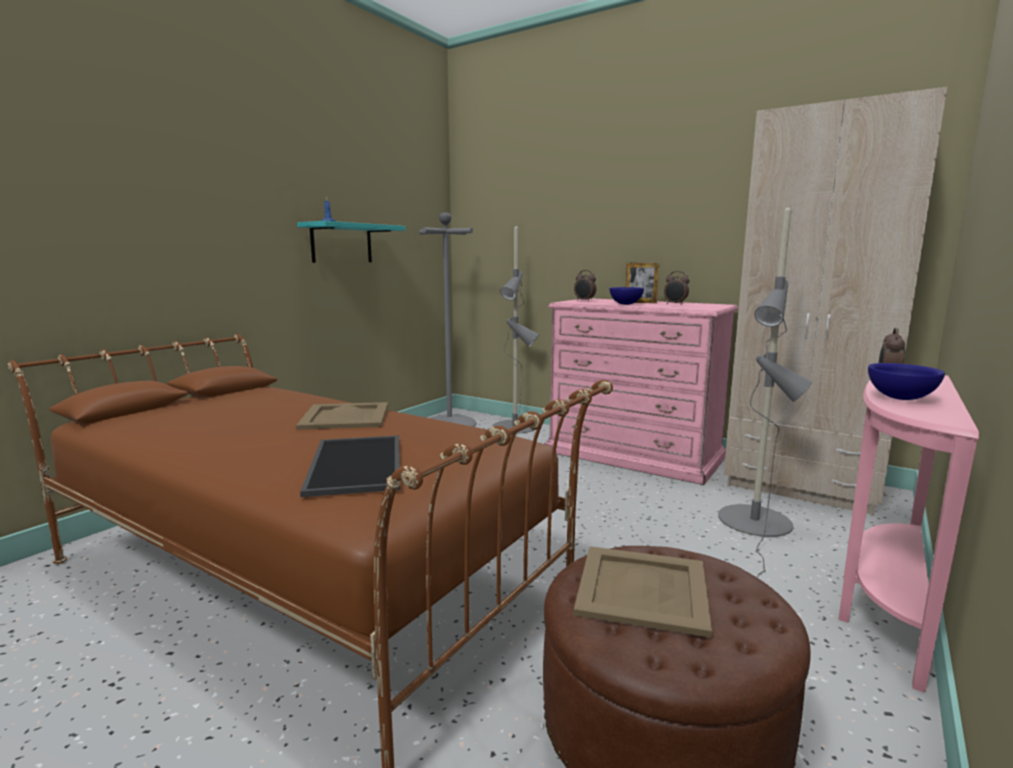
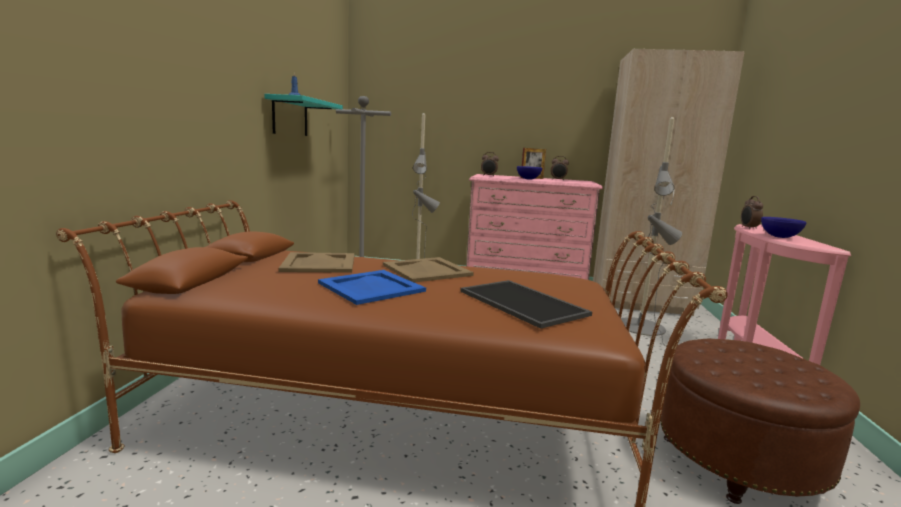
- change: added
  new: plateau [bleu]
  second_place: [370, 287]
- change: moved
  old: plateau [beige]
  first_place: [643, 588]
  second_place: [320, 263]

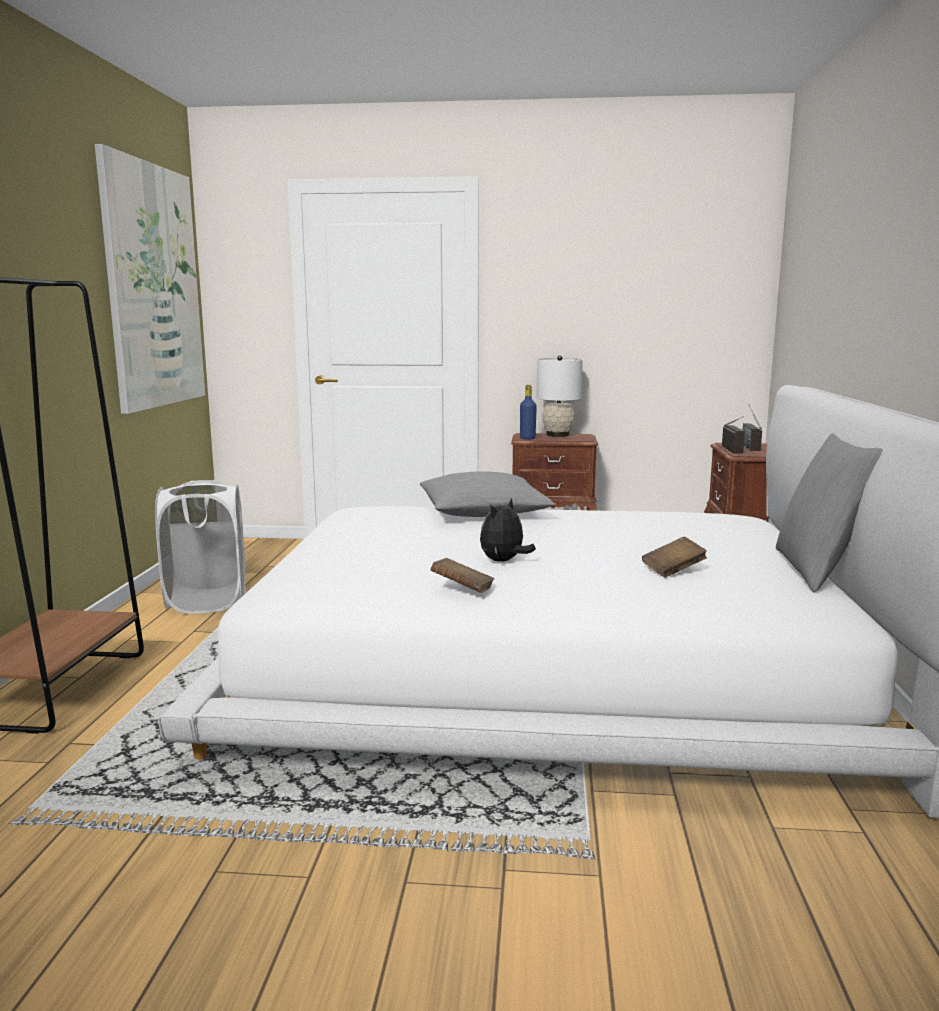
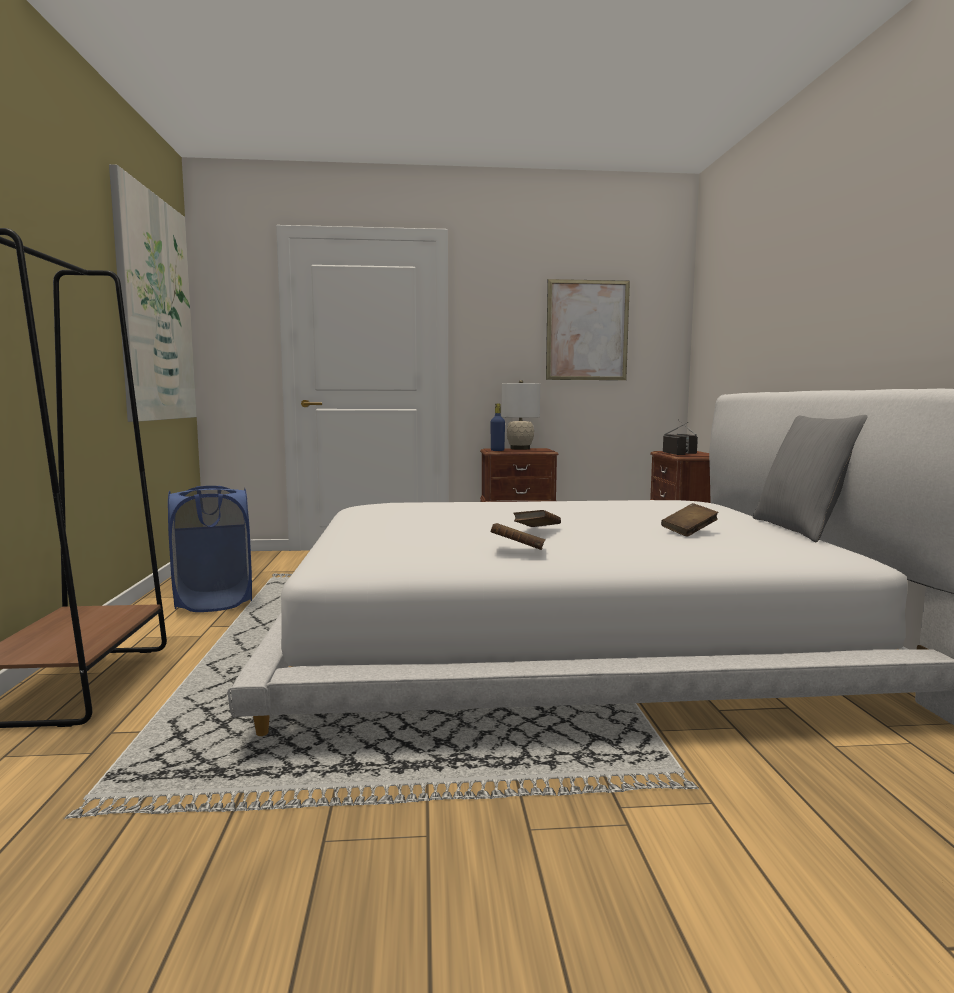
- change: removed
  old: coussin [gris]
  first_place: [483, 513]
- change: added
  new: tableau
  second_place: [587, 330]
- change: replaced
  old: peluche
  new: livre [marron]
  first_place: [504, 561]
  second_place: [537, 531]
- change: recoloured
  old: panier à linge [blanc]
  new: panier à linge [bleu]
  first_place: [207, 601]
  second_place: [214, 602]

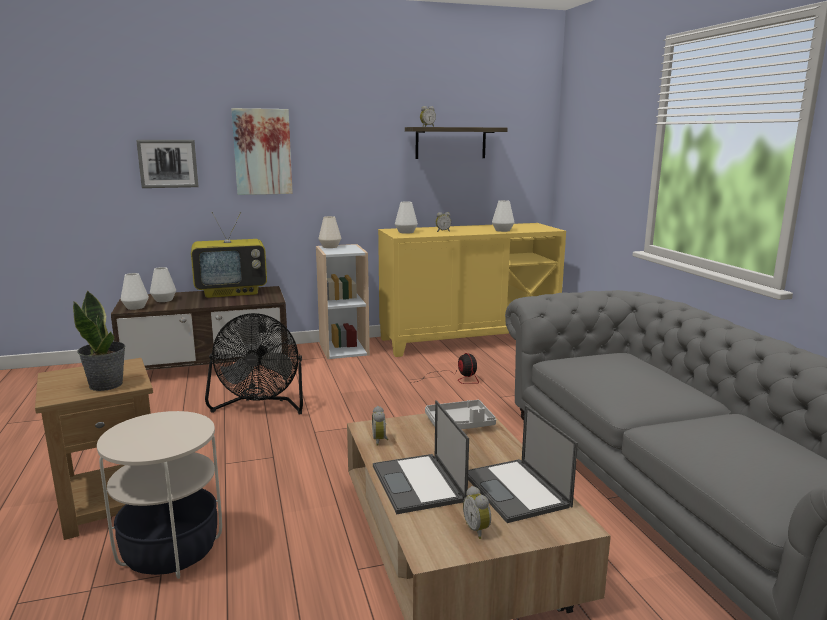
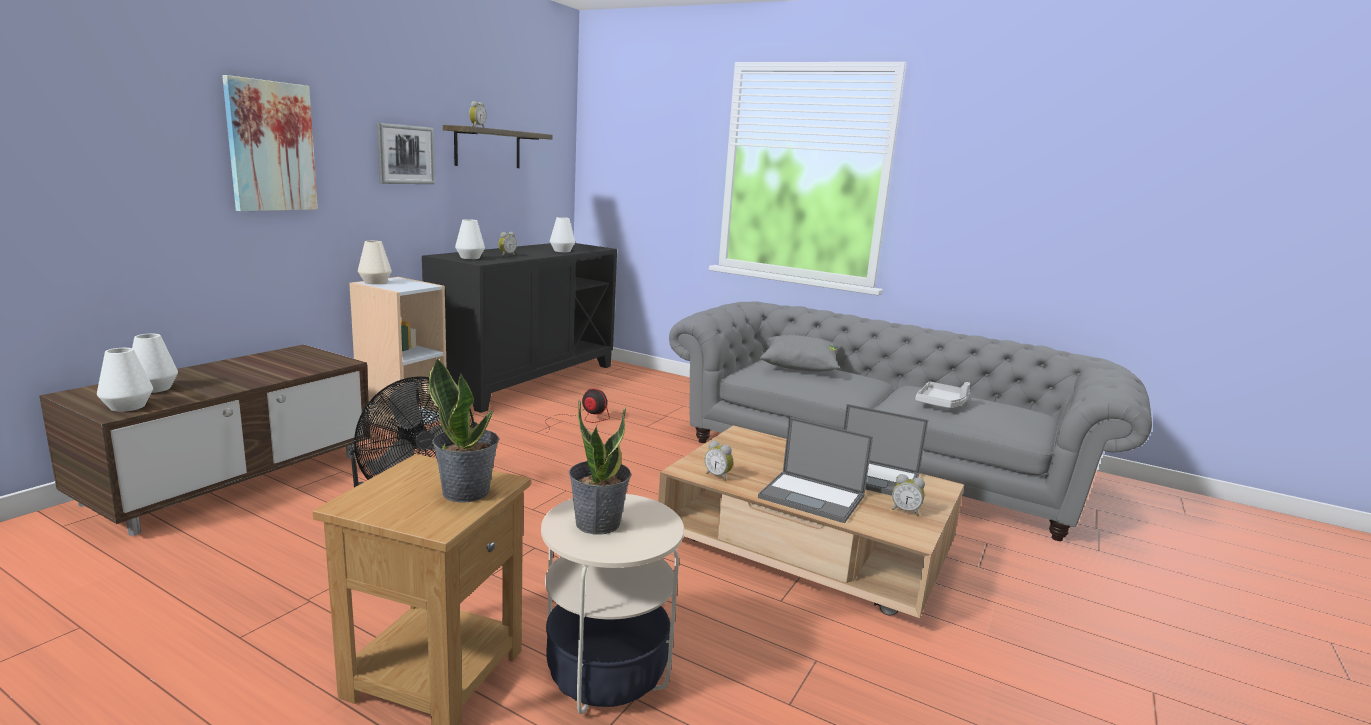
- change: removed
  old: téléviseur
  first_place: [232, 292]
- change: added
  new: plante en pot
  second_place: [597, 523]
- change: added
  new: coussin [gris]
  second_place: [800, 366]
- change: moved
  old: tableau
  first_place: [168, 163]
  second_place: [405, 154]
- change: moved
  old: plateau [gris]
  first_place: [460, 424]
  second_place: [941, 403]
- change: recoloured
  old: meuble de rangement [jaune]
  new: meuble de rangement [noir]
  first_place: [468, 339]
  second_place: [527, 380]

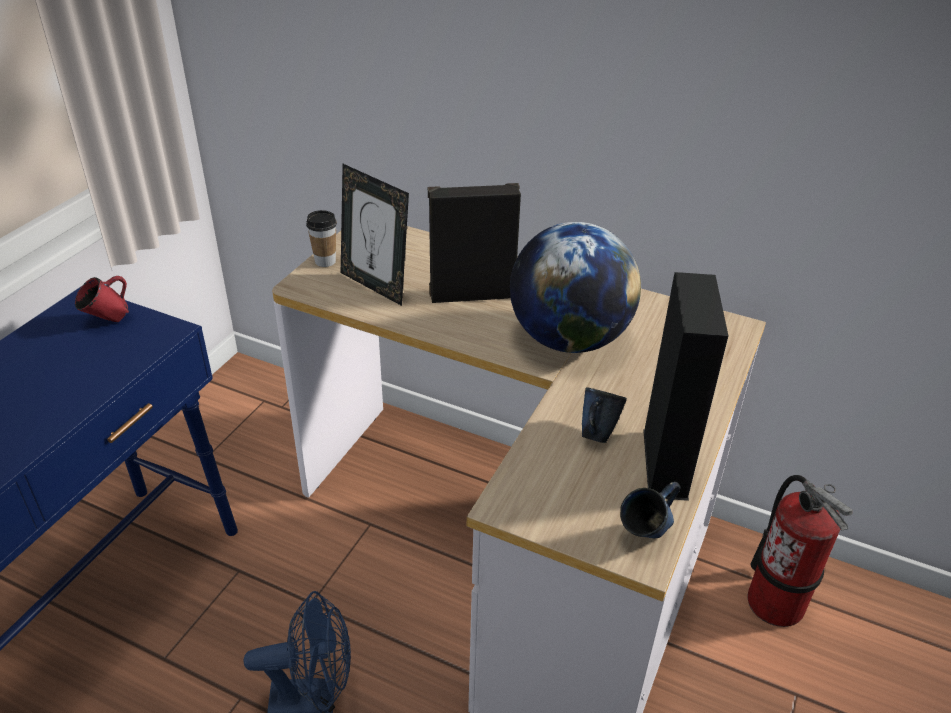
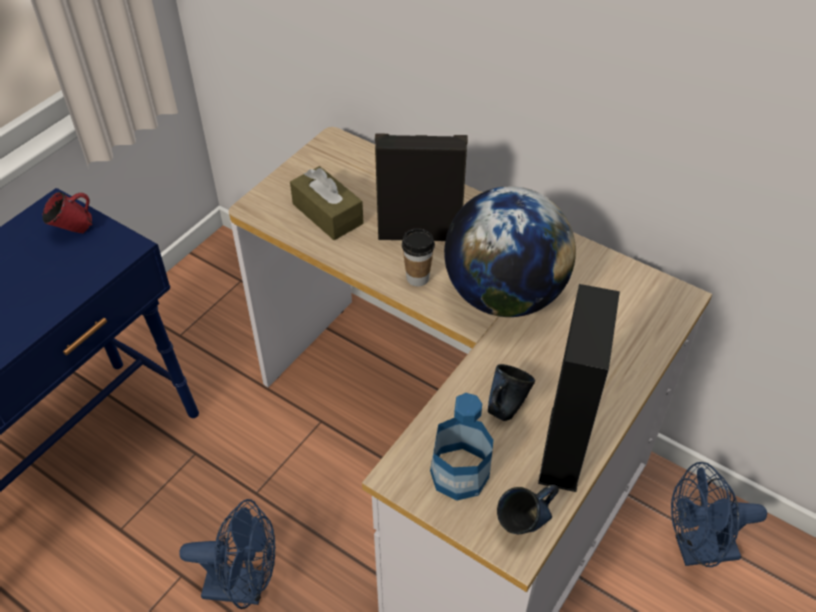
- change: added
  new: bouteille
  second_place: [459, 474]
- change: moved
  old: tasse
  first_place: [325, 261]
  second_place: [417, 278]
- change: replaced
  old: cadre photo
  new: boîte à mouchoirs [marron]
  first_place: [375, 285]
  second_place: [327, 214]
- change: replaced
  old: extincteur
  new: ventilateur [bleu]
  first_place: [776, 602]
  second_place: [697, 550]

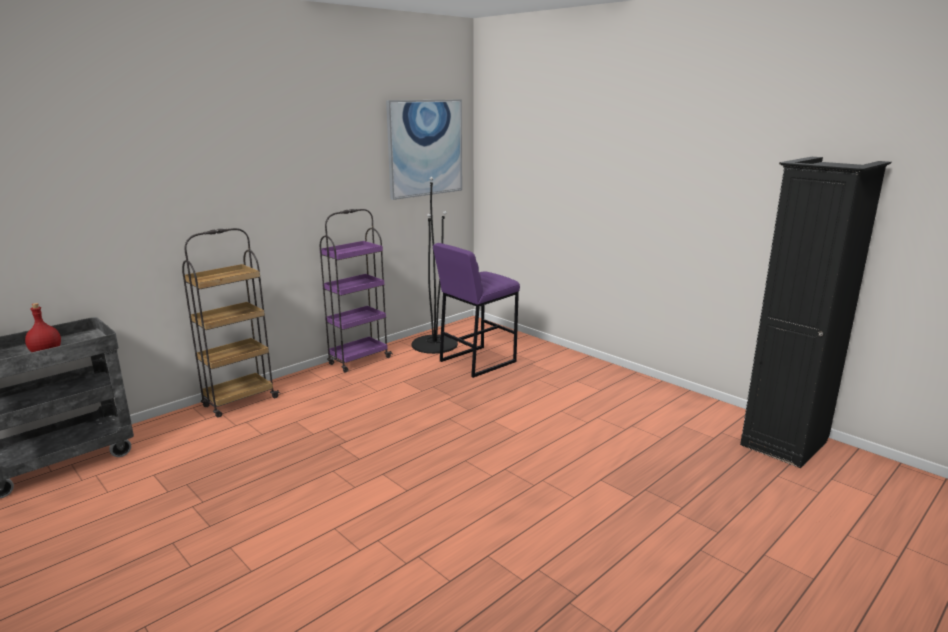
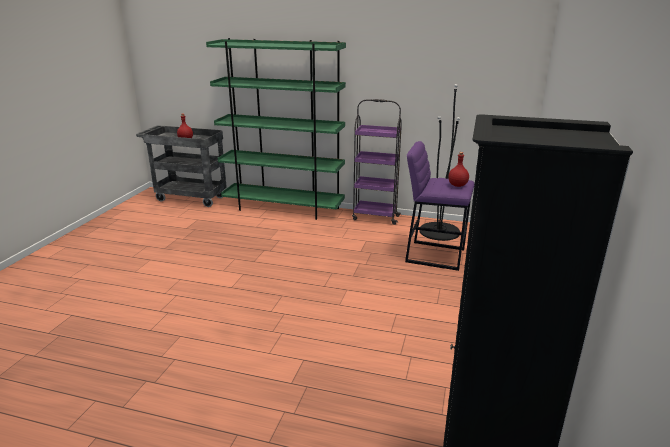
- change: removed
  old: tableau
  first_place: [425, 148]
- change: added
  new: bouteille [rouge]
  second_place: [457, 185]
- change: replaced
  old: chariot [marron]
  new: bibliothèque [vert]
  first_place: [240, 402]
  second_place: [283, 208]

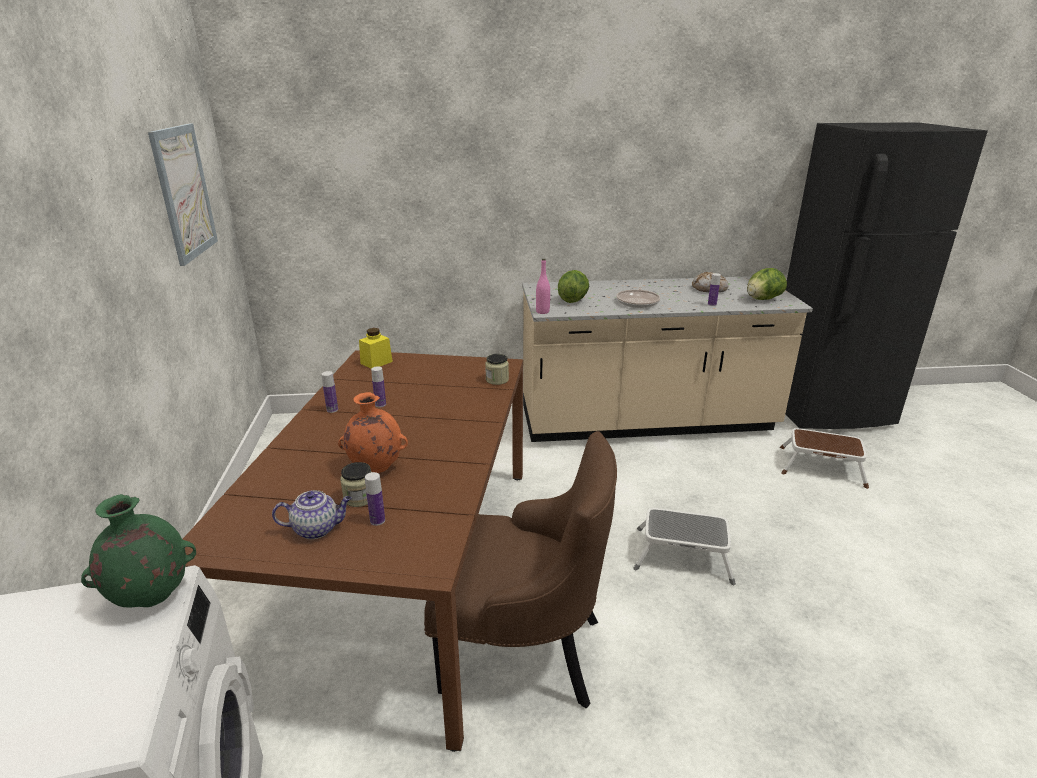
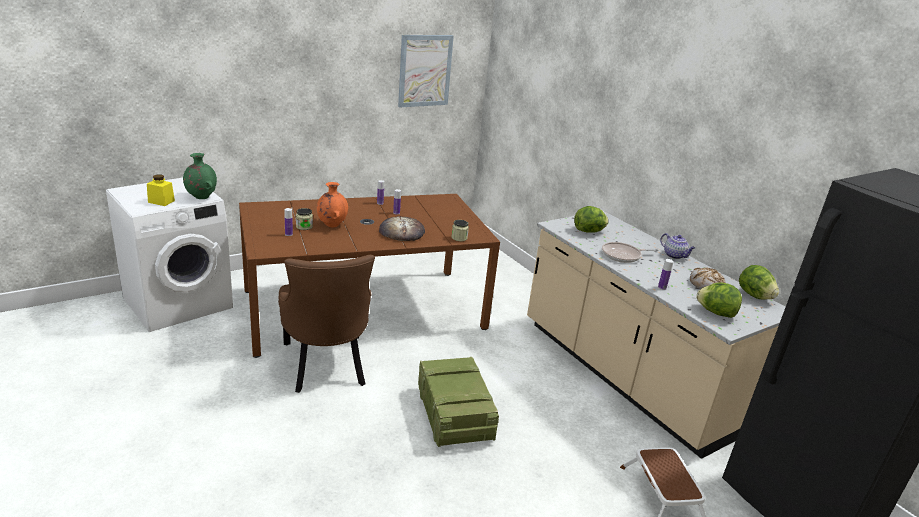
- change: removed
  old: bouteille [rose]
  first_place: [542, 312]
- change: added
  new: pain
  second_place: [402, 232]
- change: added
  new: laitue
  second_place: [754, 296]
- change: moved
  old: théière
  first_place: [317, 529]
  second_place: [674, 256]
- change: moved
  old: bocal [jaune]
  first_place: [376, 362]
  second_place: [161, 201]
- change: replaced
  old: escabeau [gris]
  new: caisse
  first_place: [683, 555]
  second_place: [454, 416]

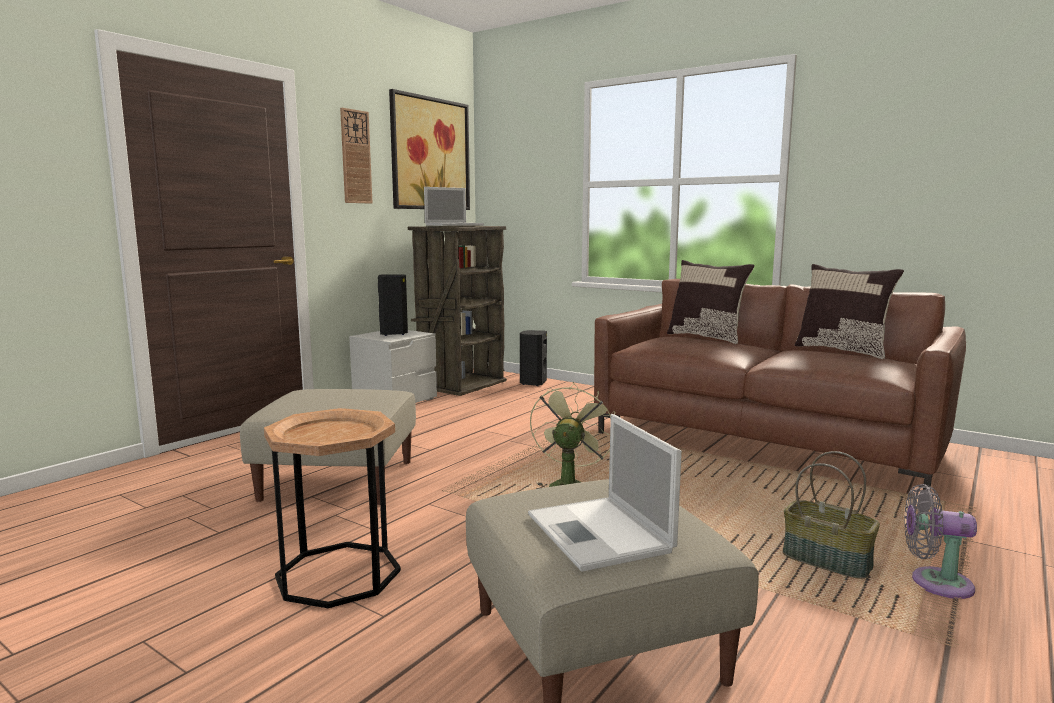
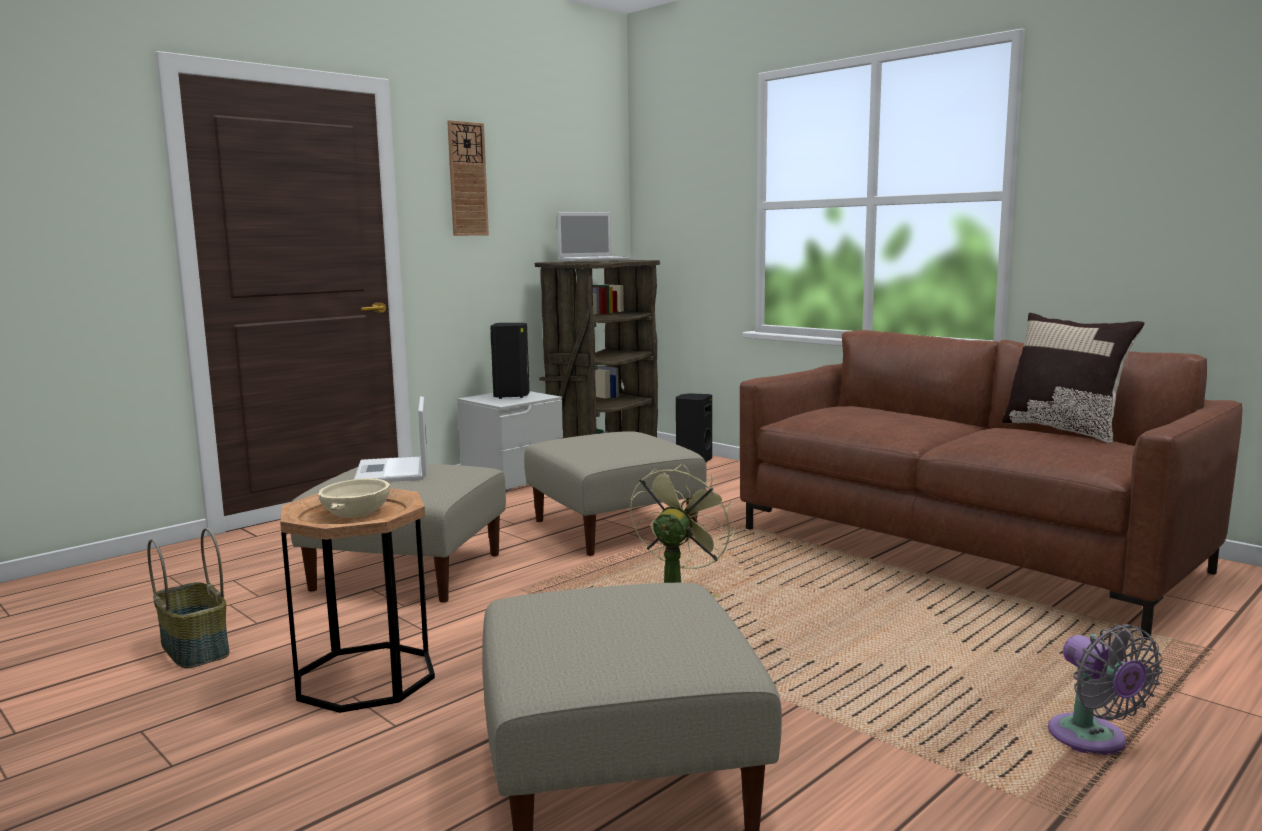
- change: removed
  old: tableau
  first_place: [430, 154]
- change: removed
  old: coussin
  first_place: [706, 337]
- change: added
  new: bol [beige]
  second_place: [356, 512]
- change: added
  new: pouf [beige]
  second_place: [615, 528]
- change: moved
  old: ordinateur portable
  first_place: [600, 534]
  second_place: [393, 471]
- change: moved
  old: panier
  first_place: [827, 560]
  second_place: [196, 648]
- change: turned
  old: ventilateur [gris]
  first_place: [934, 582]
  second_place: [1092, 740]
  degrees: -135

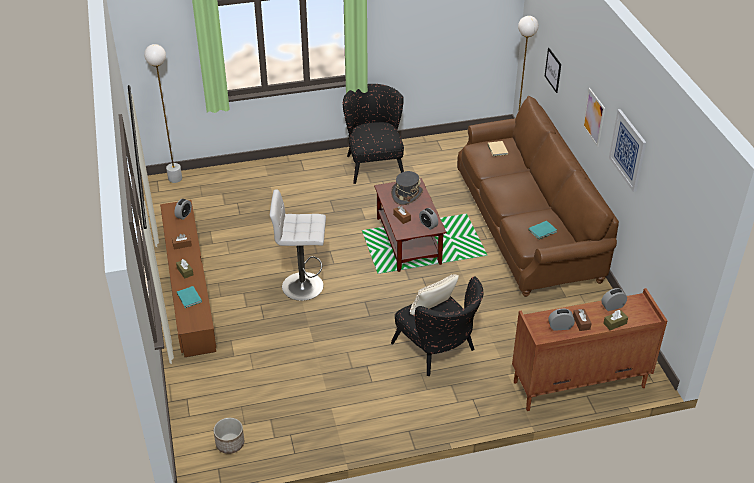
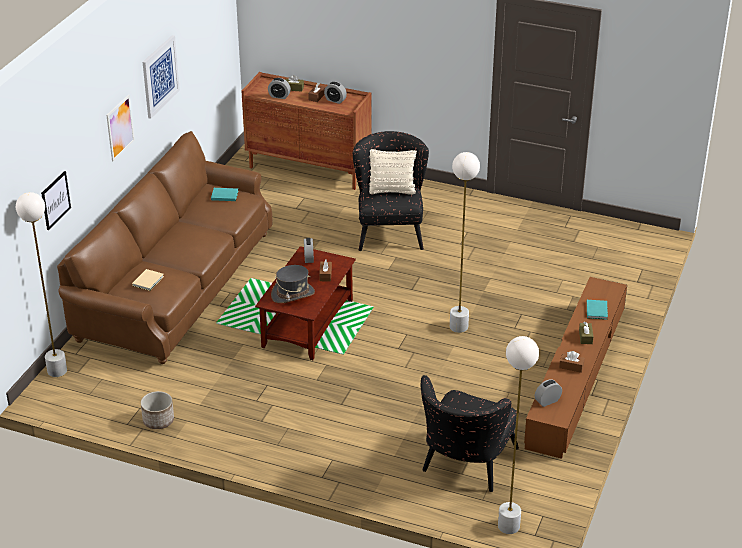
- change: moved
  old: cache-pot
  first_place: [230, 443]
  second_place: [158, 420]
- change: moved
  old: fauteuil [noir]
  first_place: [374, 162]
  second_place: [465, 466]
- change: replaced
  old: tabouret [blanc]
  new: lampadaire [blanc]
  first_place: [302, 286]
  second_place: [458, 327]

